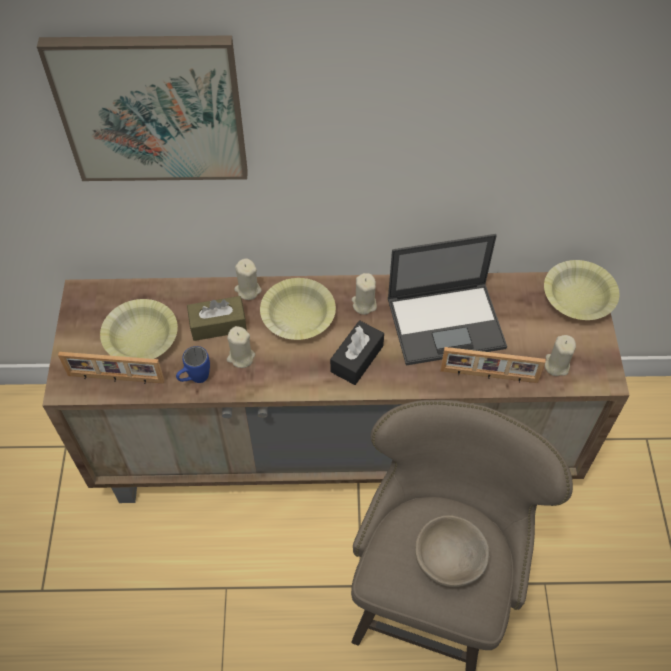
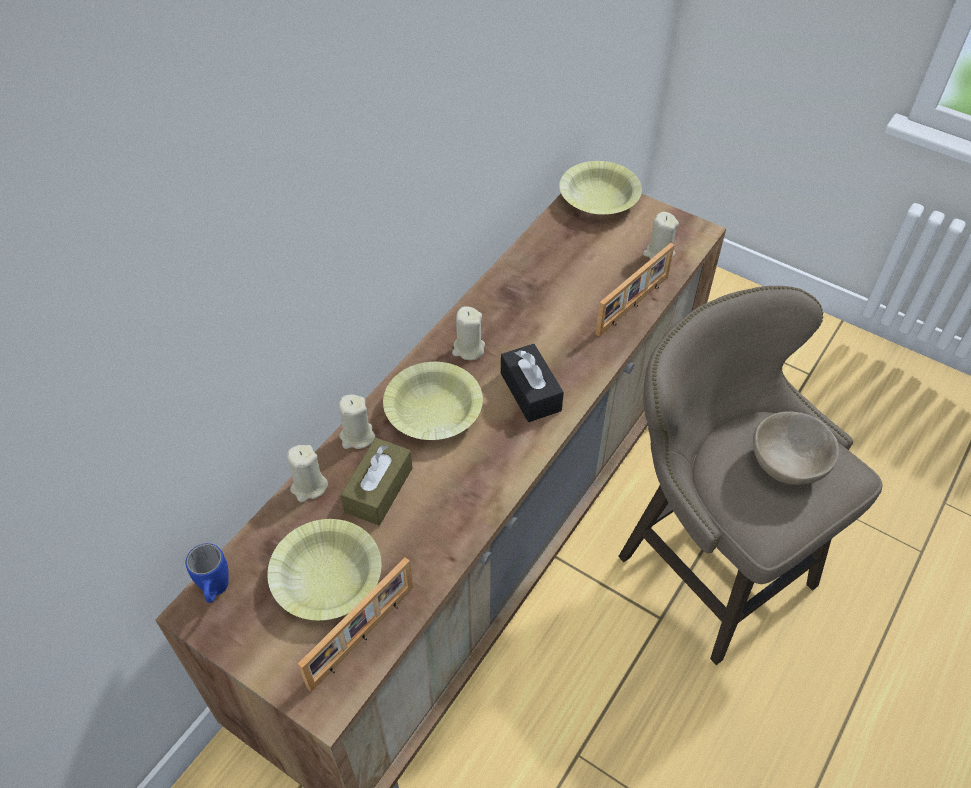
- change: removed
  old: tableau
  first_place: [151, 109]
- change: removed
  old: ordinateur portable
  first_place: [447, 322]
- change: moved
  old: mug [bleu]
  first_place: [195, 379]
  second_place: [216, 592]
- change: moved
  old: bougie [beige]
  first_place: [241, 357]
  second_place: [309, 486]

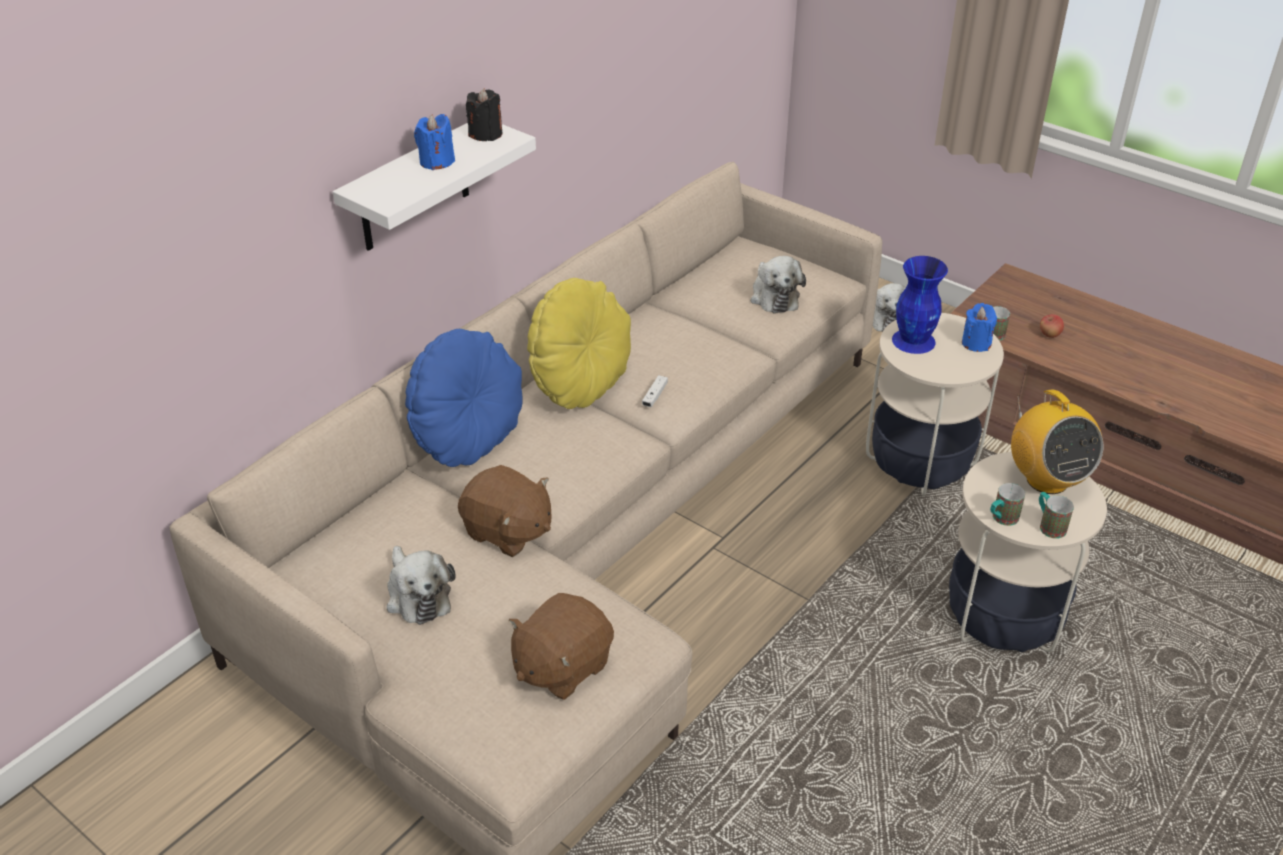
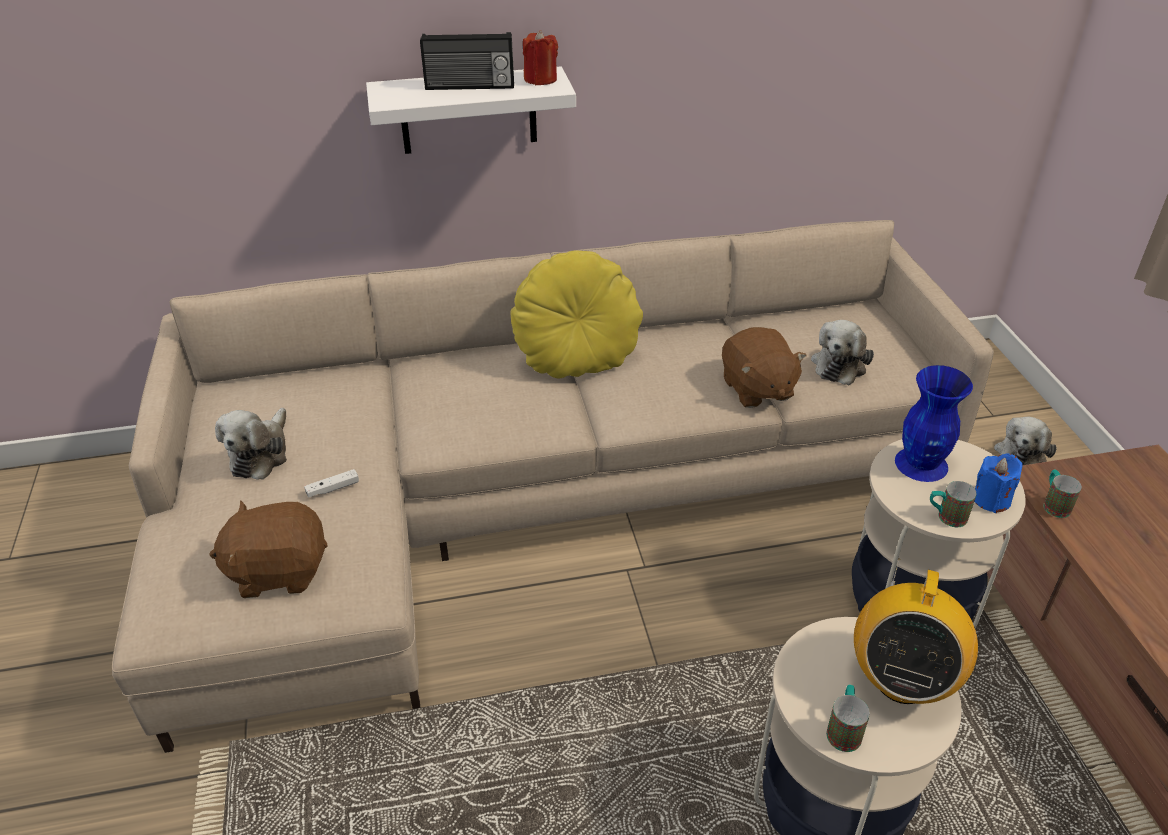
- change: removed
  old: coussin [bleu]
  first_place: [470, 443]
- change: removed
  old: pomme
  first_place: [1049, 334]
- change: moved
  old: peluche [marron]
  first_place: [507, 532]
  second_place: [756, 389]
- change: moved
  old: manette [blanc]
  first_place: [654, 396]
  second_place: [333, 488]
- change: moved
  old: mug
  first_place: [1001, 519]
  second_place: [945, 517]
- change: replaced
  old: bougie [bleu]
  new: radio
  first_place: [437, 162]
  second_place: [470, 86]
- change: recoloured
  old: bougie [noir]
  new: bougie [rouge]
  first_place: [486, 134]
  second_place: [540, 79]

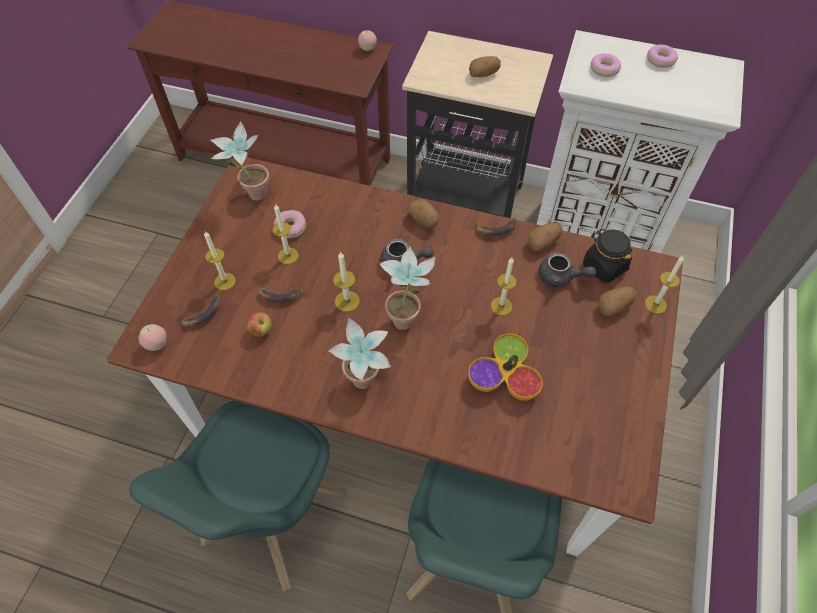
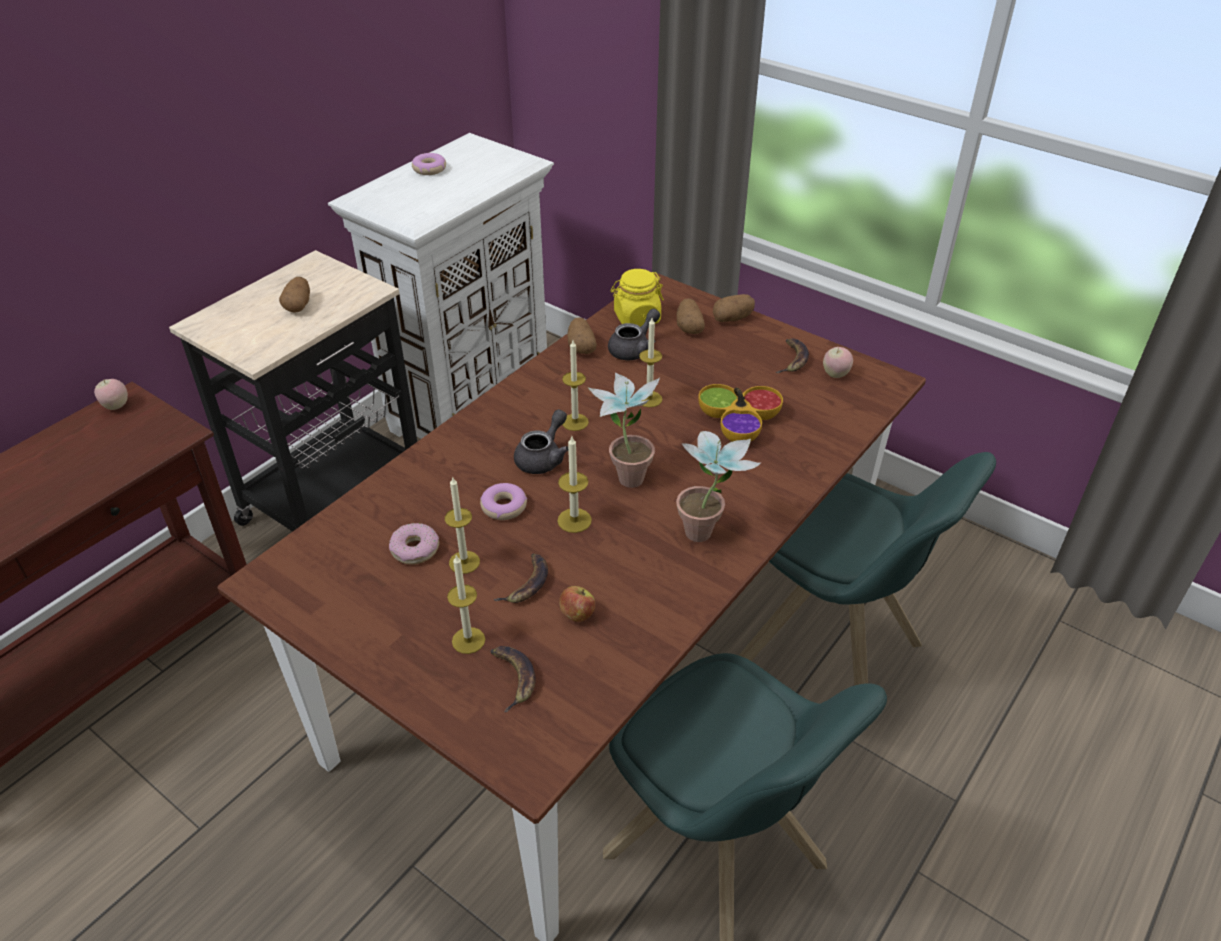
- change: removed
  old: plante en pot
  first_place: [251, 194]
- change: moved
  old: pomme
  first_place: [157, 344]
  second_place: [835, 374]
- change: moved
  old: pomme de terre
  first_place: [424, 220]
  second_place: [732, 318]
- change: moved
  old: banane
  first_place: [496, 228]
  second_place: [792, 359]
- change: moved
  old: beignet
  first_place: [604, 69]
  second_place: [504, 507]
- change: moved
  old: bougie
  first_place: [655, 304]
  second_place: [575, 422]
- change: recoloured
  old: bocal [noir]
  new: bocal [jaune]
  first_place: [604, 267]
  second_place: [636, 318]

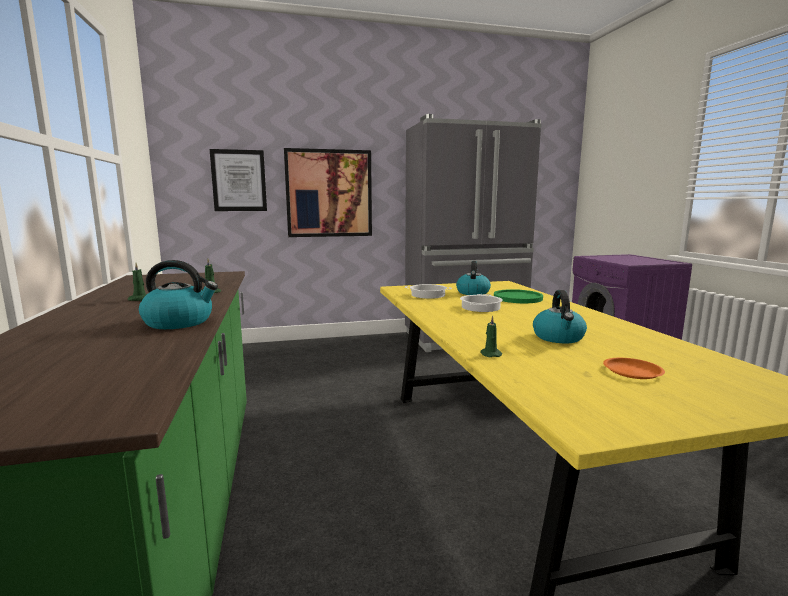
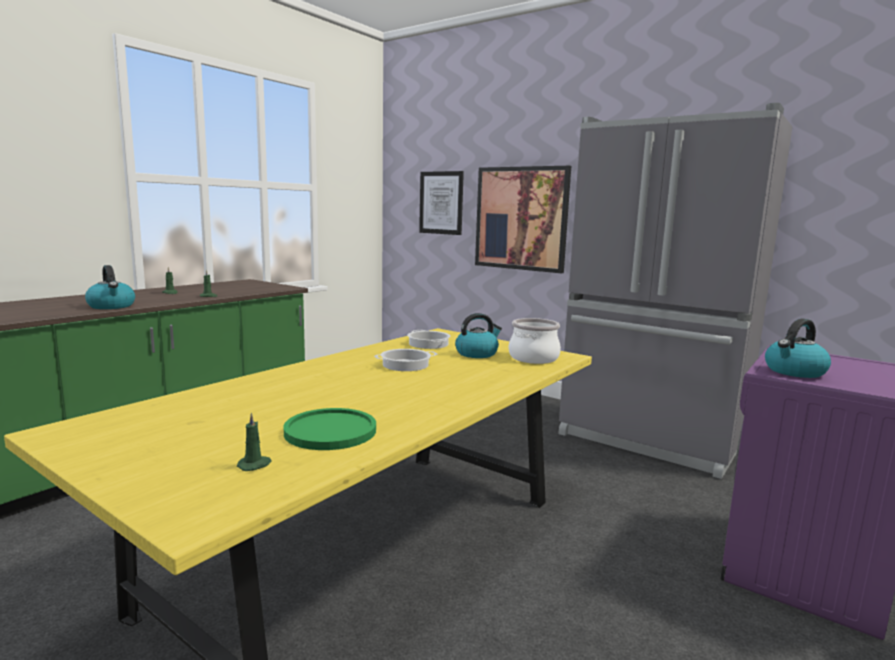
- change: removed
  old: assiette [orange]
  first_place: [633, 372]
- change: added
  new: marmite
  second_place: [534, 358]
- change: moved
  old: bougie [vert]
  first_place: [490, 354]
  second_place: [255, 465]
- change: moved
  old: assiette [vert]
  first_place: [517, 298]
  second_place: [330, 431]
- change: moved
  old: bouilloire
  first_place: [559, 338]
  second_place: [794, 372]

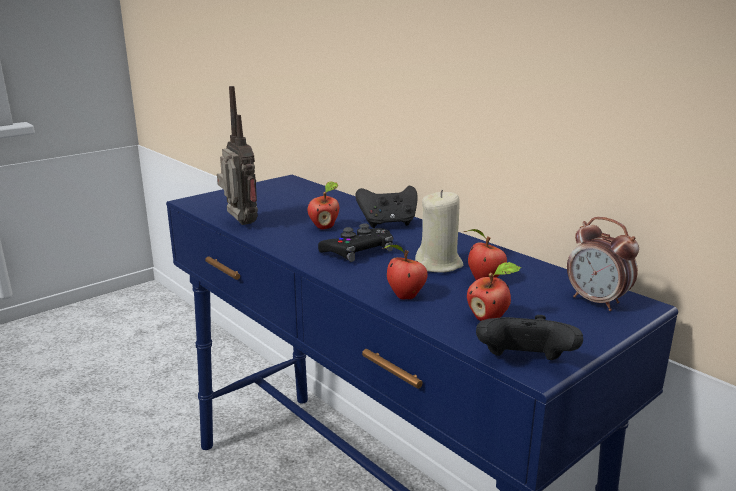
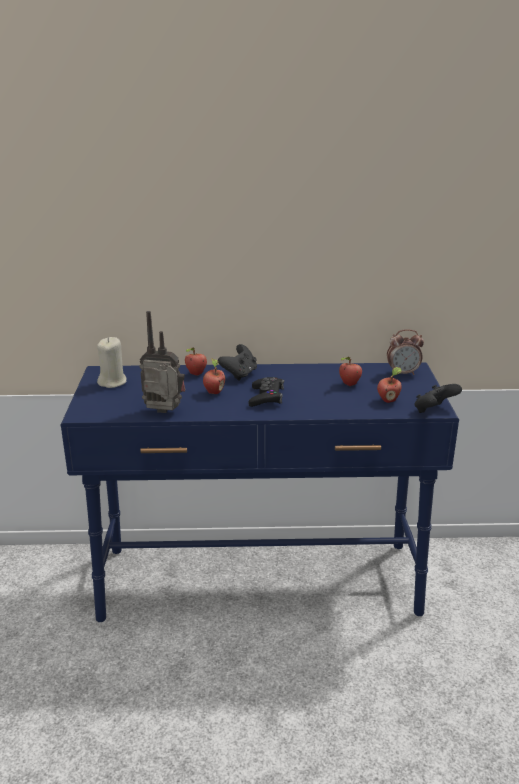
- change: moved
  old: pomme
  first_place: [404, 297]
  second_place: [196, 374]
- change: moved
  old: bougie [beige]
  first_place: [439, 265]
  second_place: [112, 382]

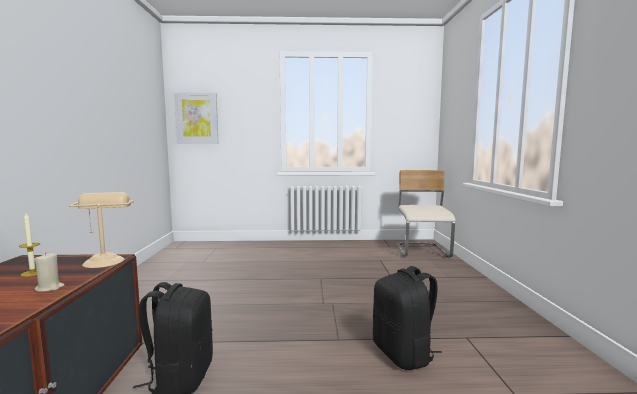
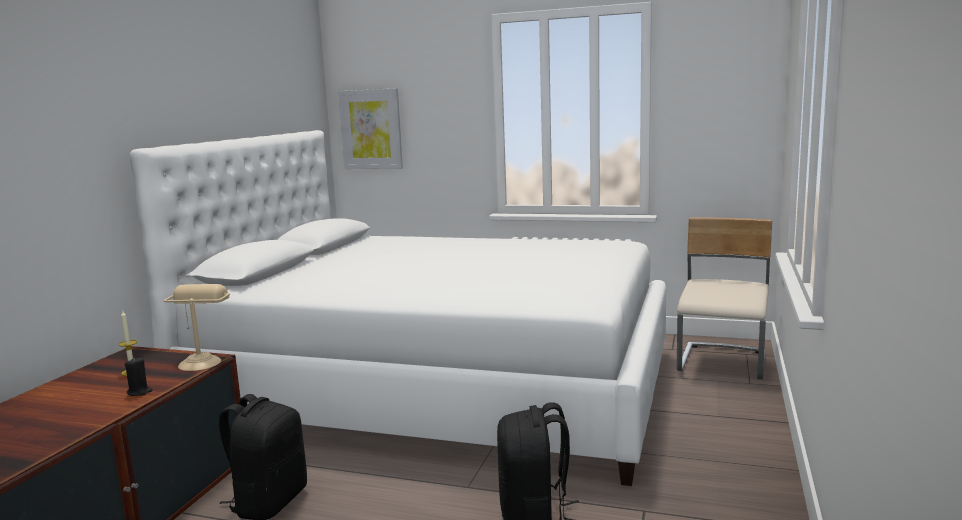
- change: added
  new: lit [blanc]
  second_place: [438, 386]
- change: recoloured
  old: bougie [beige]
  new: bougie [noir]
  first_place: [49, 288]
  second_place: [139, 392]

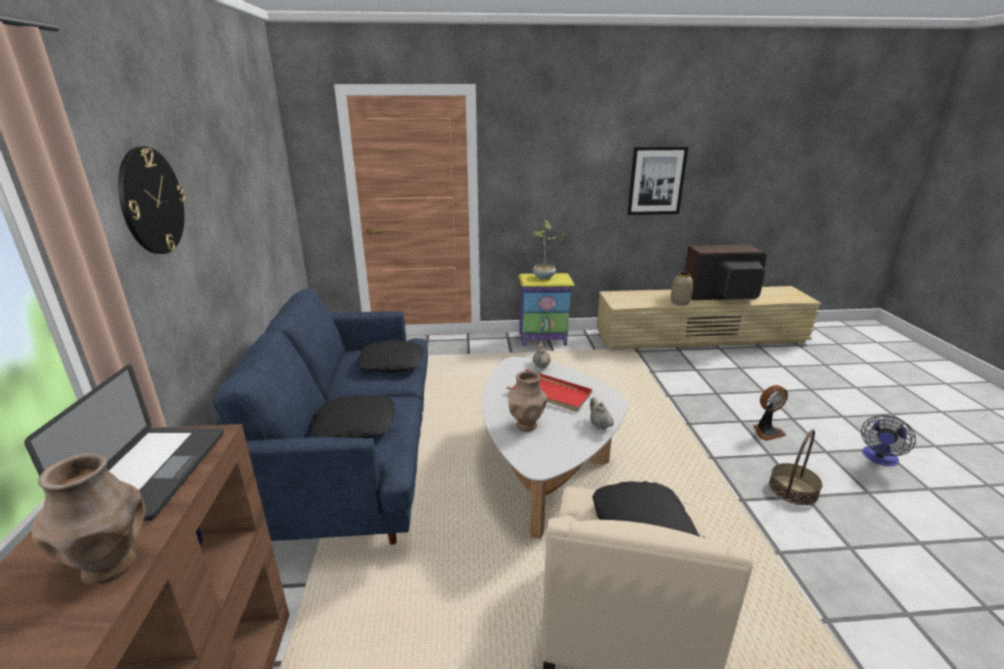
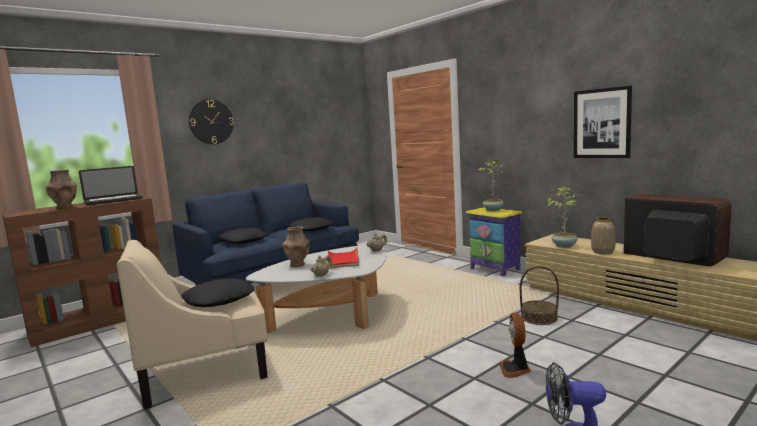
- change: added
  new: plante en pot
  second_place: [564, 246]
- change: moved
  old: panier
  first_place: [793, 490]
  second_place: [539, 318]
- change: turned
  old: ventilateur
  first_place: [766, 431]
  second_place: [515, 369]
  degrees: 60

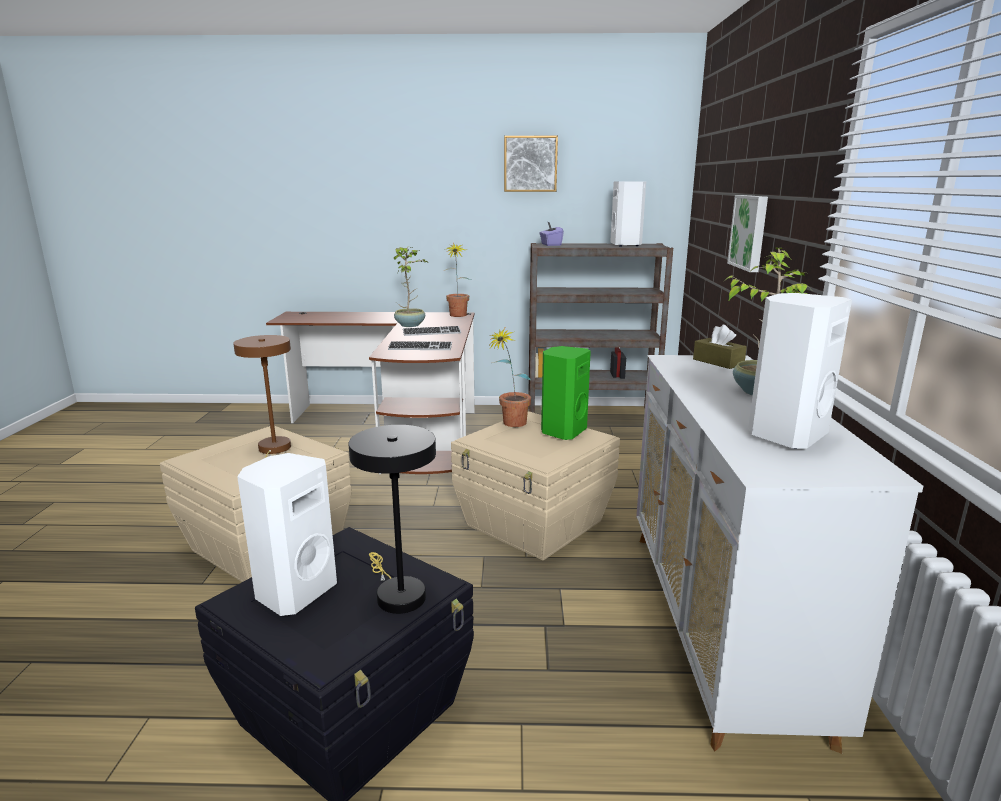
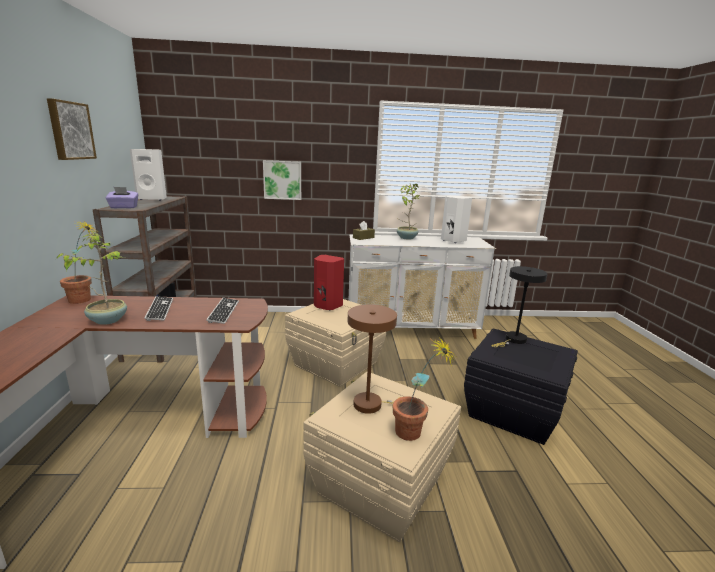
- change: removed
  old: enceinte [blanc]
  first_place: [294, 591]
- change: moved
  old: plante en pot
  first_place: [510, 425]
  second_place: [415, 435]
- change: recoloured
  old: enceinte [vert]
  new: enceinte [rouge]
  first_place: [562, 431]
  second_place: [327, 306]

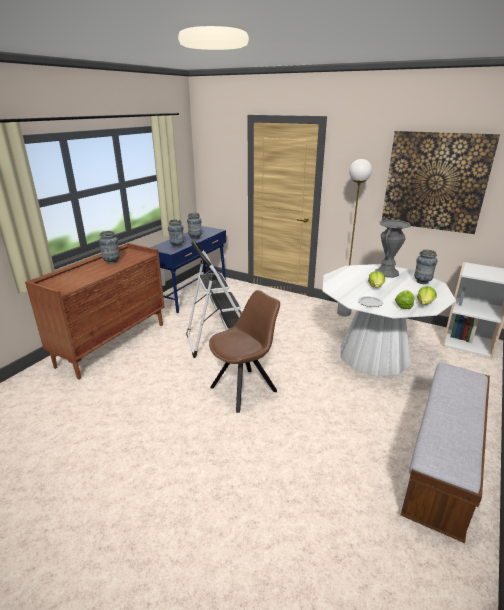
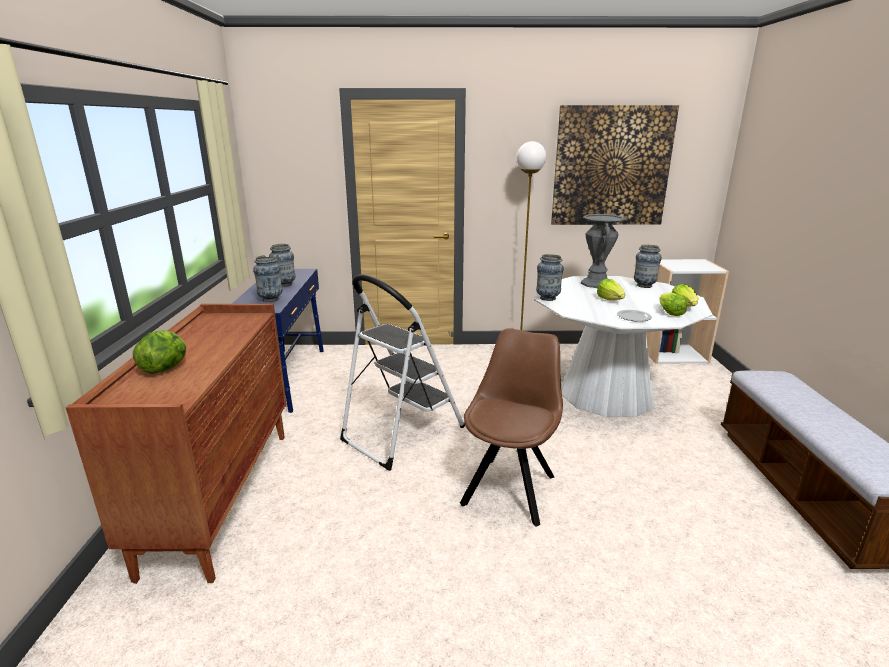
- change: added
  new: laitue
  second_place: [166, 368]
- change: moved
  old: vase
  first_place: [112, 262]
  second_place: [548, 298]

